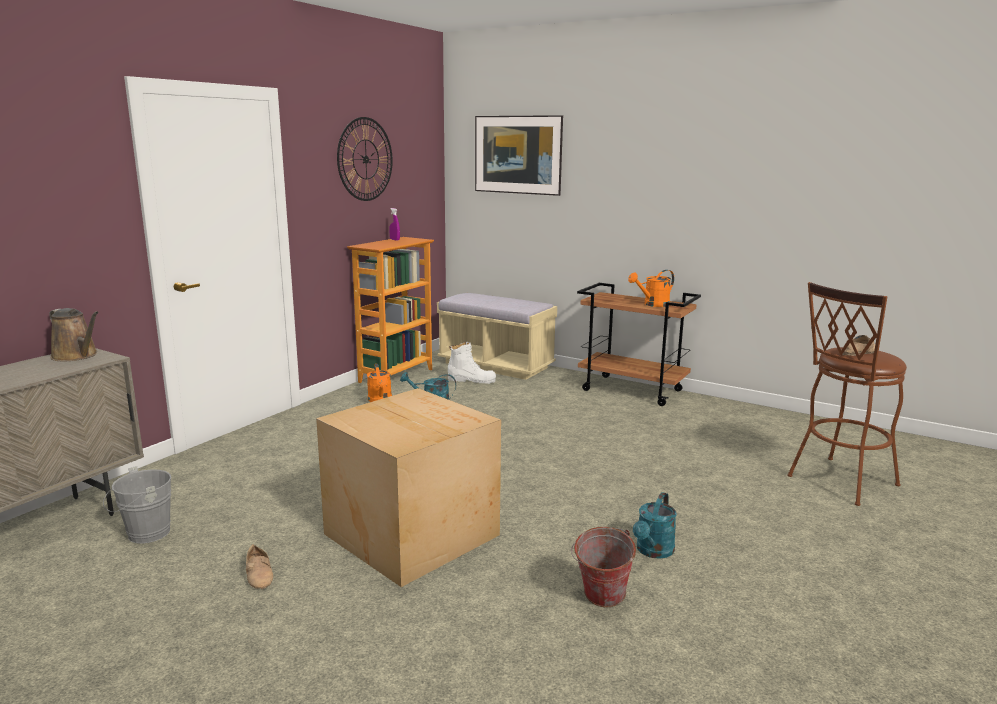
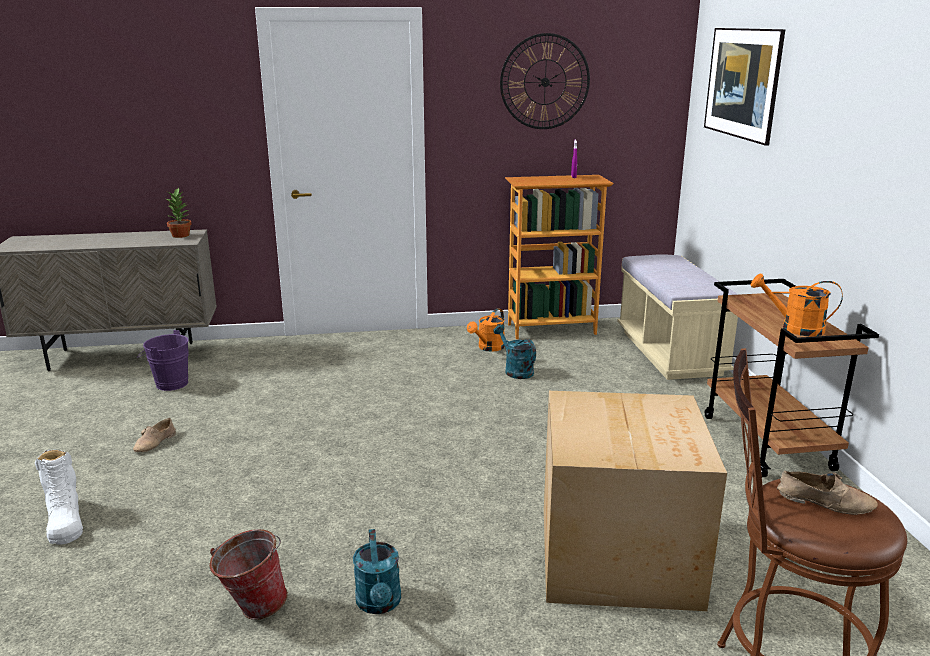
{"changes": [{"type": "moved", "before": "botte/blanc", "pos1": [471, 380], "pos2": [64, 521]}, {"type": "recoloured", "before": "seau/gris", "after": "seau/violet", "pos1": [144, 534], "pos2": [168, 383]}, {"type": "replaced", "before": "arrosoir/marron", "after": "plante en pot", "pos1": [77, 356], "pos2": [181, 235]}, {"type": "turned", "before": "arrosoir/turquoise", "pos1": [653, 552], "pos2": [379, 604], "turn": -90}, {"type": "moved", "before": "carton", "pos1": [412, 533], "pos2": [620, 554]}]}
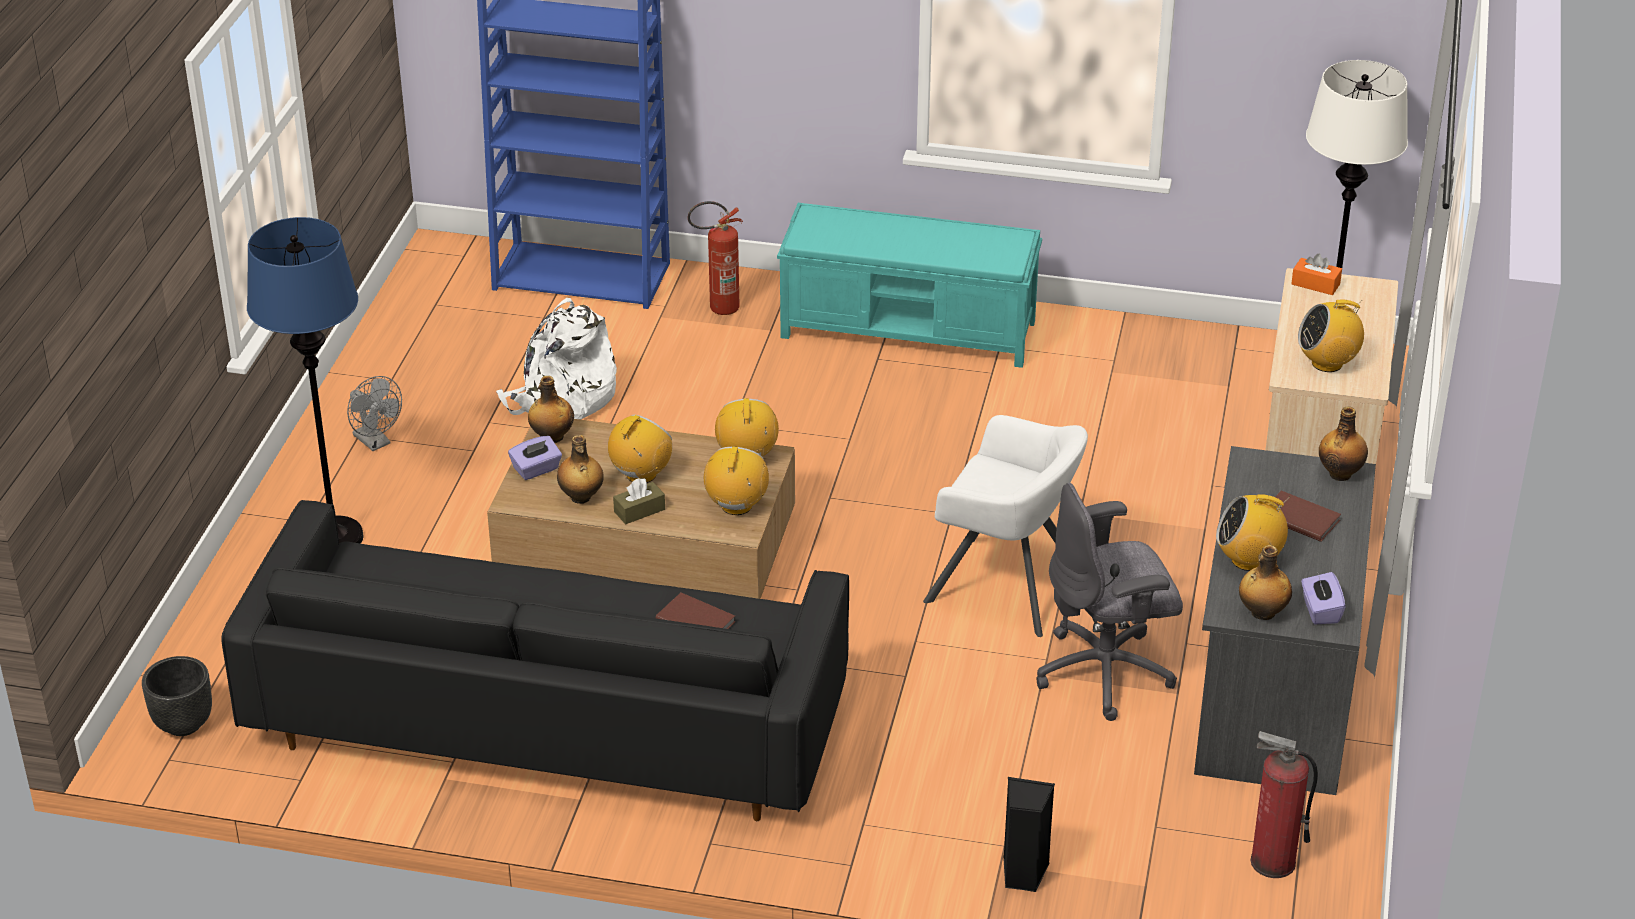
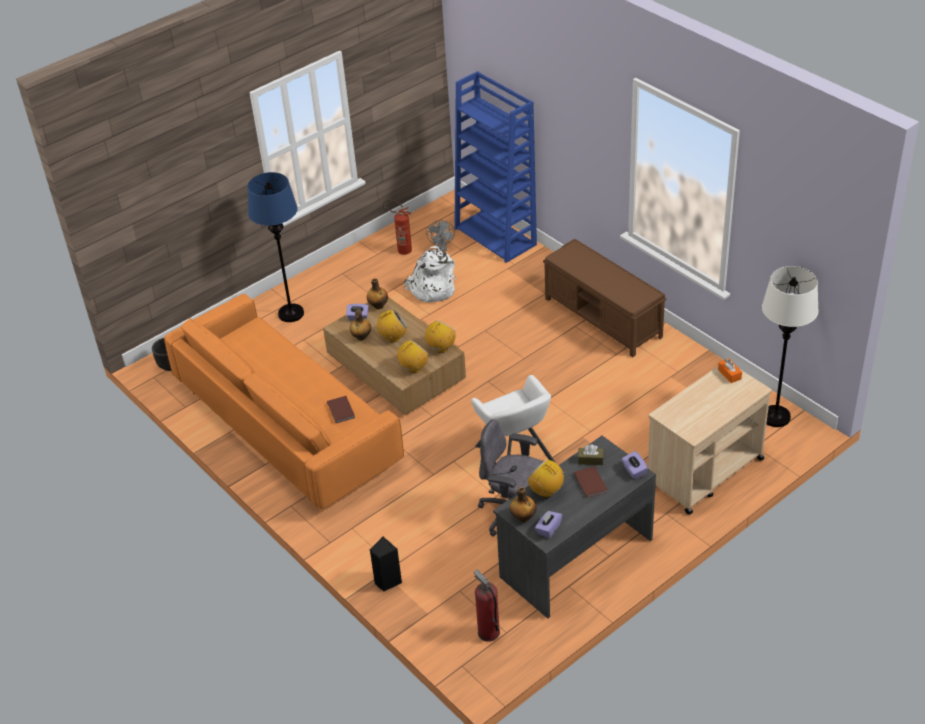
{"changes": [{"type": "recoloured", "before": "canapé/noir", "after": "canapé/orange", "pos1": [548, 720], "pos2": [287, 425]}, {"type": "moved", "before": "extincteur", "pos1": [717, 309], "pos2": [401, 250]}, {"type": "moved", "before": "ventilateur/gris", "pos1": [376, 442], "pos2": [442, 248]}, {"type": "recoloured", "before": "banc/turquoise", "after": "banc/marron", "pos1": [910, 330], "pos2": [603, 318]}, {"type": "moved", "before": "boîte à mouchoirs/marron", "pos1": [639, 510], "pos2": [590, 460]}, {"type": "replaced", "before": "bouteille", "after": "boîte à mouchoirs/violet", "pos1": [1340, 473], "pos2": [634, 471]}, {"type": "removed", "before": "radio", "pos1": [1327, 363]}]}
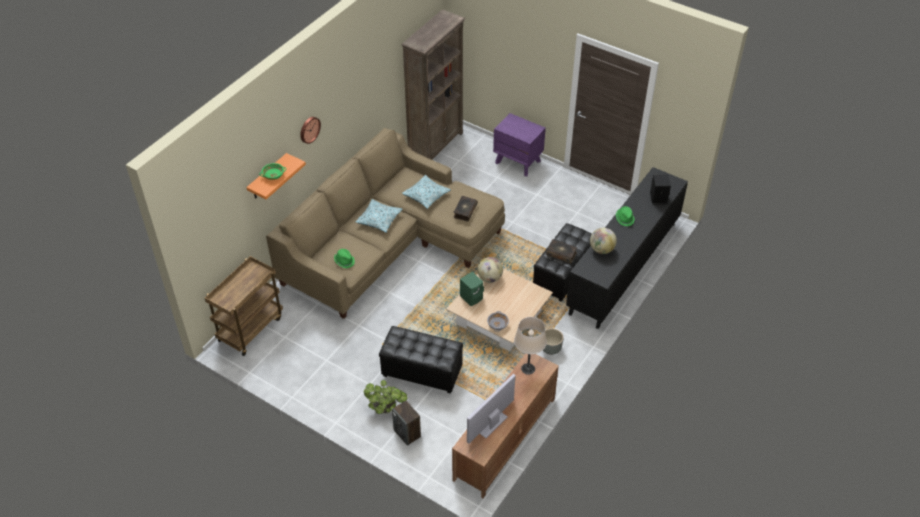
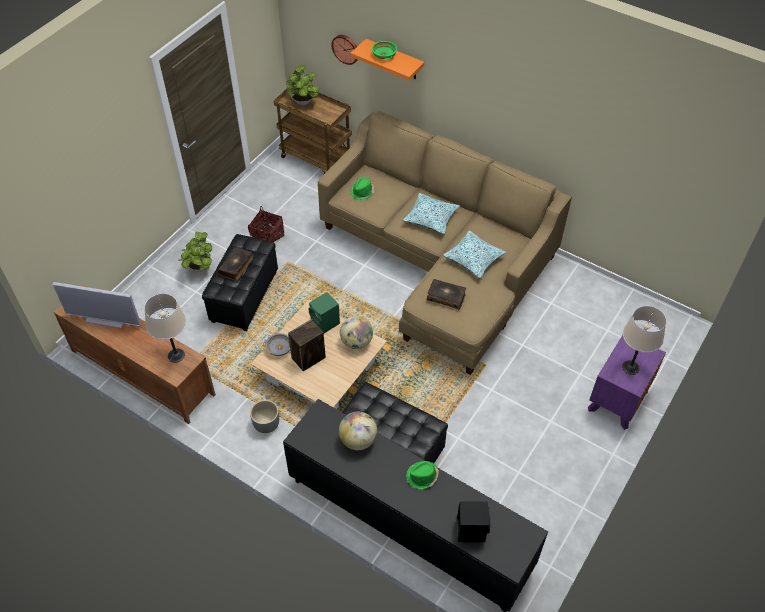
{"changes": [{"type": "turned", "before": "téléviseur", "pos1": [492, 424], "pos2": [105, 319], "turn": 150}, {"type": "moved", "before": "livre", "pos1": [561, 254], "pos2": [236, 267]}, {"type": "added", "after": "panier", "pos2": [267, 236]}, {"type": "added", "after": "plante en pot", "pos2": [303, 102]}, {"type": "moved", "before": "enceinte", "pos1": [407, 433], "pos2": [308, 358]}, {"type": "moved", "before": "horloge murale", "pos1": [309, 129], "pos2": [346, 48]}, {"type": "added", "after": "lampe de table/beige", "pos2": [630, 367]}, {"type": "removed", "before": "bibliothèque/marron", "pos1": [436, 145]}]}
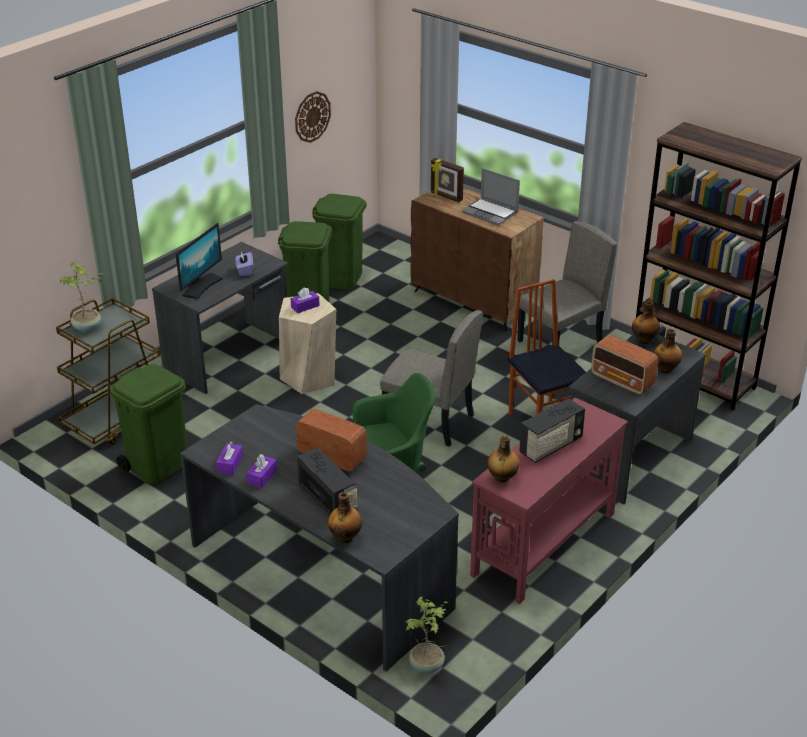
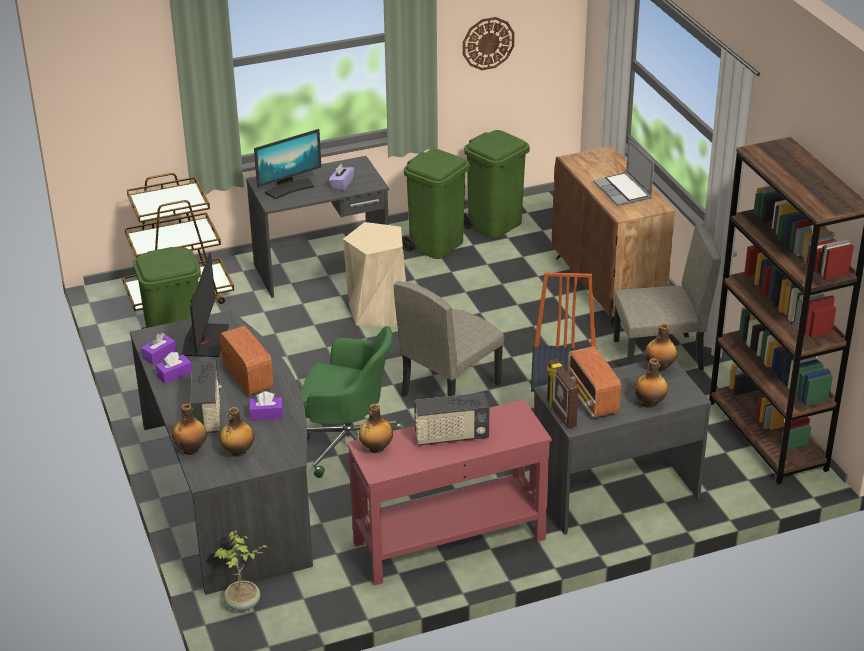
{"changes": [{"type": "added", "after": "écran d'ordinateur", "pos2": [204, 341]}, {"type": "added", "after": "bouteille", "pos2": [238, 452]}, {"type": "moved", "before": "boîte à mouchoirs/violet", "pos1": [305, 306], "pos2": [266, 414]}, {"type": "turned", "before": "chaise/beige", "pos1": [428, 421], "pos2": [450, 389], "turn": 75}, {"type": "moved", "before": "cadre photo", "pos1": [446, 197], "pos2": [560, 414]}, {"type": "removed", "before": "plante en pot", "pos1": [87, 328]}]}
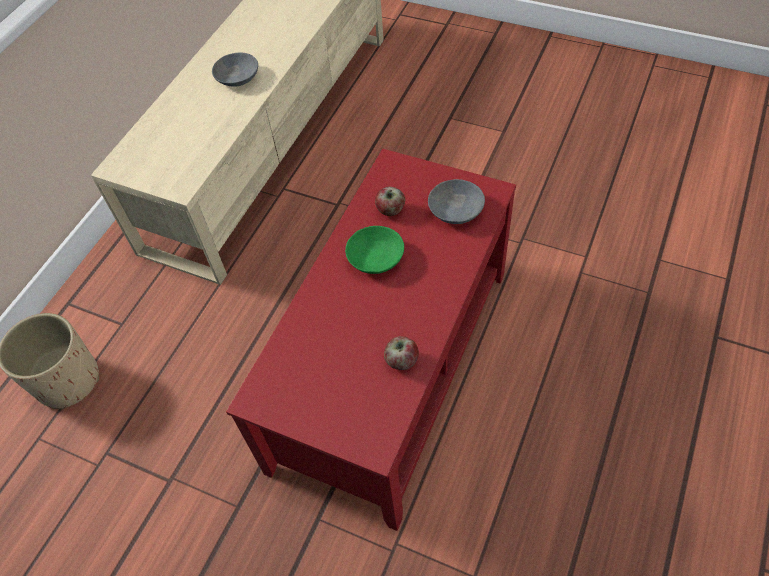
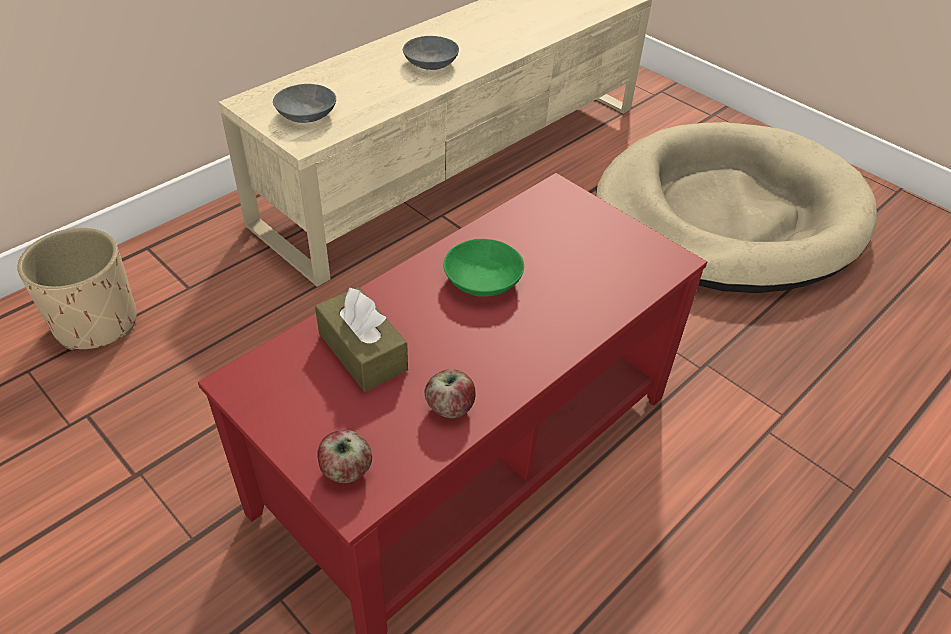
{"changes": [{"type": "moved", "before": "bol/gris", "pos1": [456, 209], "pos2": [307, 114]}, {"type": "added", "after": "boîte à mouchoirs/marron", "pos2": [362, 351]}, {"type": "moved", "before": "pomme", "pos1": [390, 210], "pos2": [346, 471]}, {"type": "added", "after": "panier pour chien/beige", "pos2": [728, 215]}]}
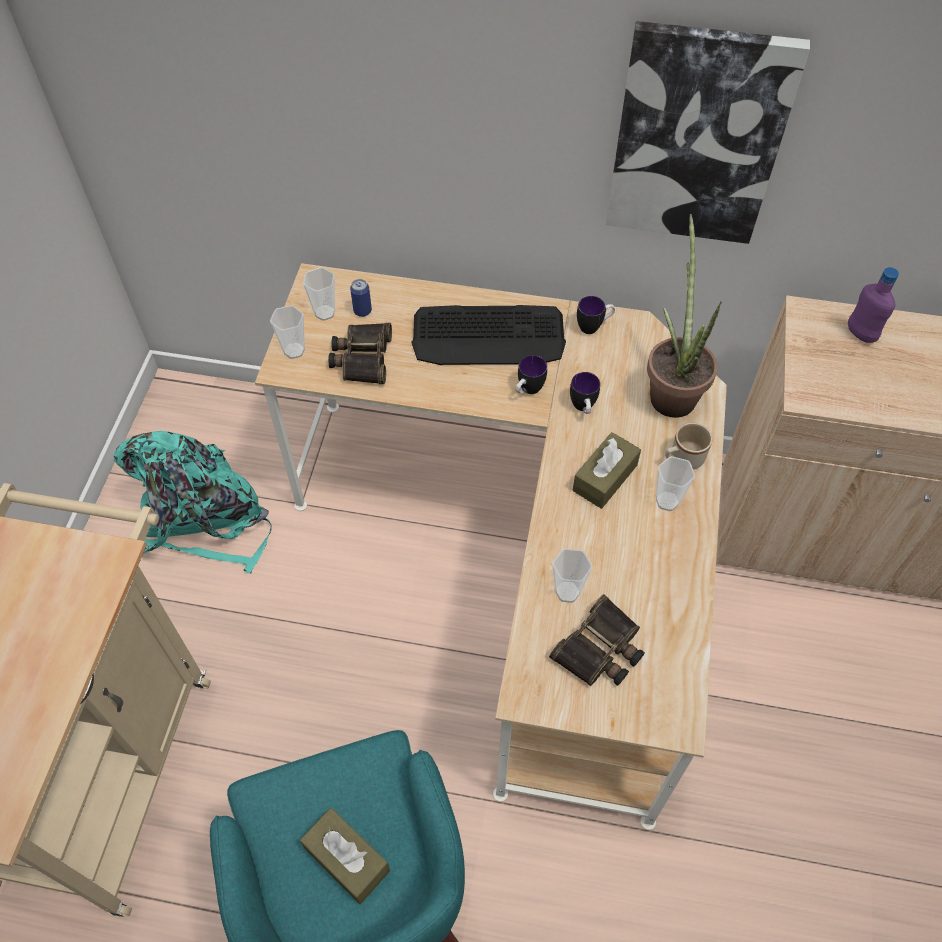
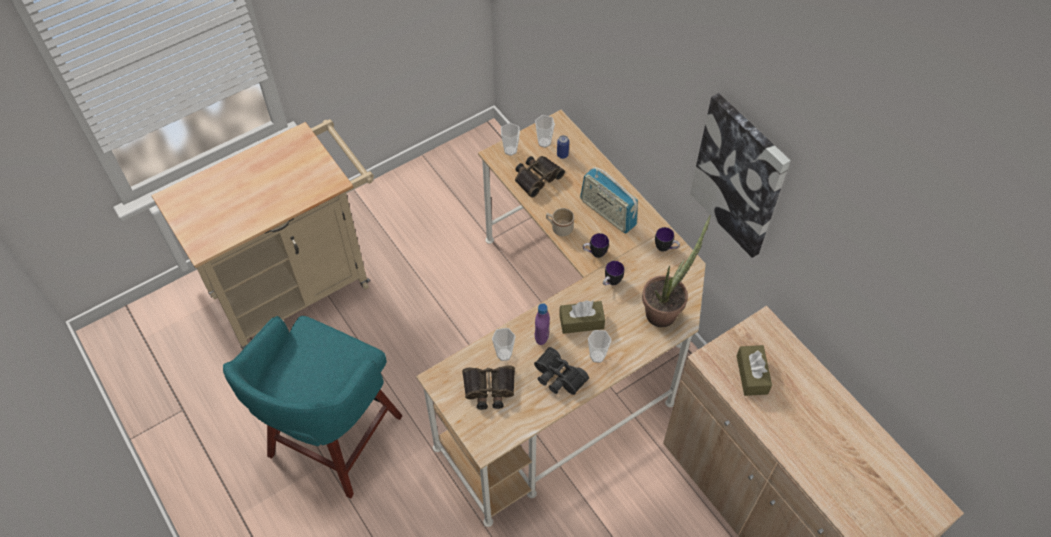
{"changes": [{"type": "added", "after": "jumelles/noir", "pos2": [557, 378]}, {"type": "moved", "before": "bouteille/violet", "pos1": [860, 334], "pos2": [541, 337]}, {"type": "moved", "before": "mug/beige", "pos1": [682, 459], "pos2": [559, 228]}, {"type": "replaced", "before": "clavier", "after": "radio", "pos1": [489, 336], "pos2": [607, 213]}, {"type": "moved", "before": "boîte à mouchoirs/marron", "pos1": [347, 859], "pos2": [752, 375]}, {"type": "removed", "before": "sac à dos/turquoise", "pos1": [203, 518]}]}
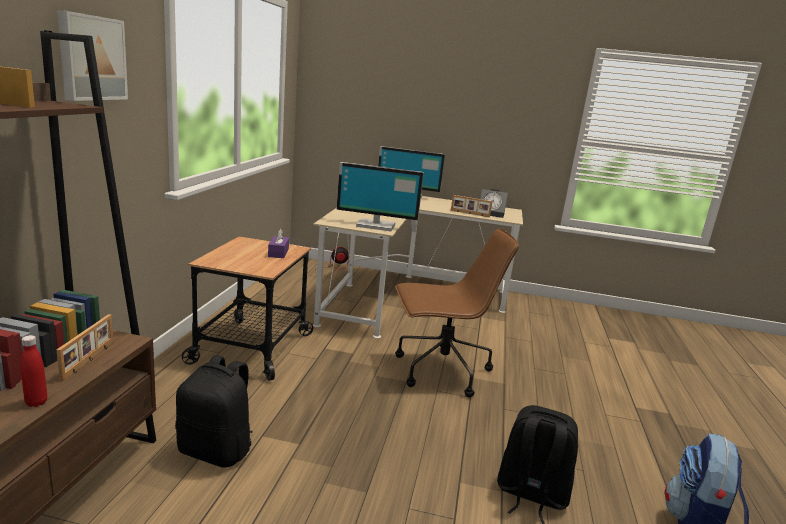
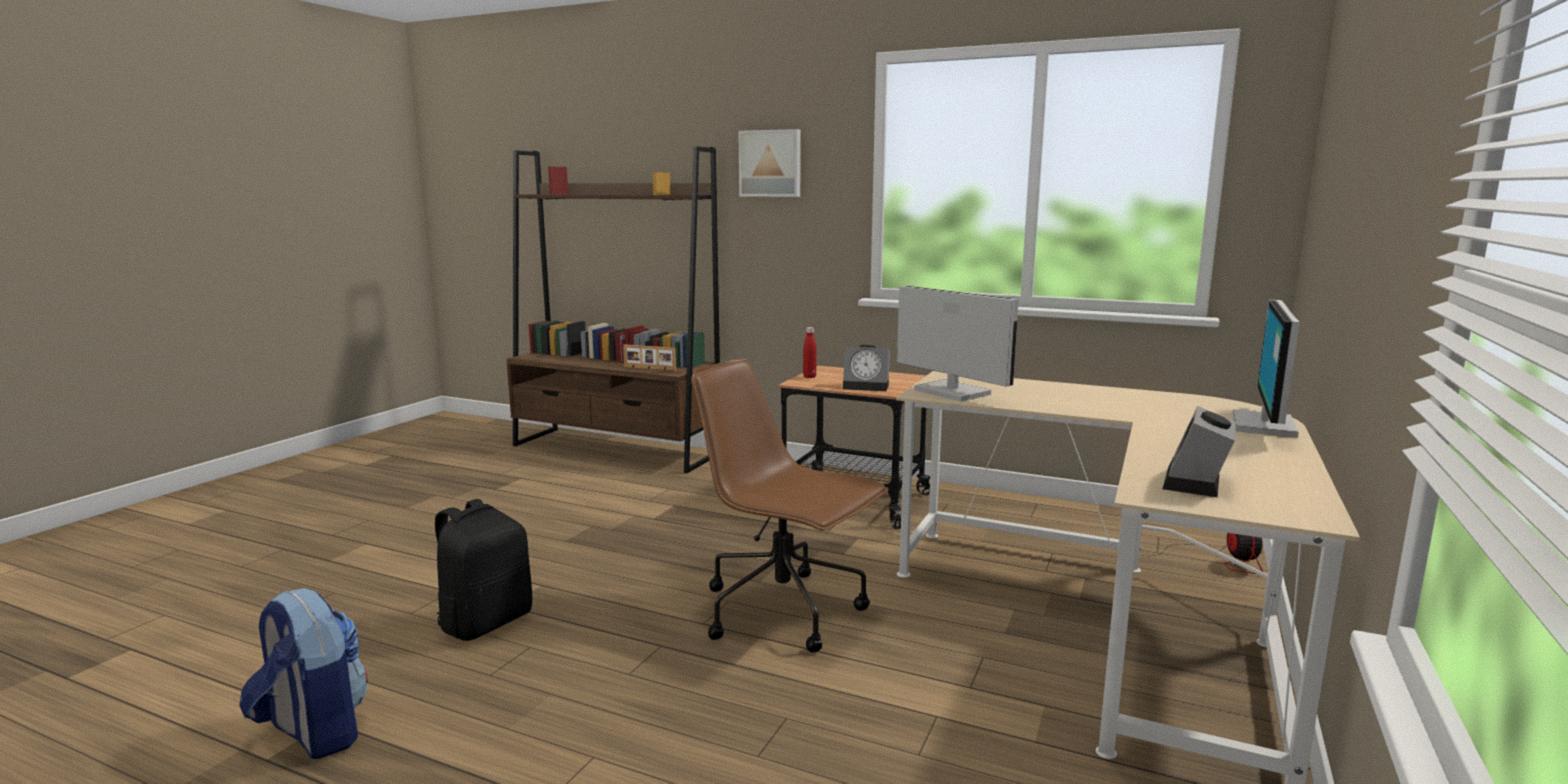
{"changes": [{"type": "turned", "before": "chaise de bureau/marron", "pos1": [440, 371], "pos2": [785, 611], "turn": 120}, {"type": "moved", "before": "bouteille/rouge", "pos1": [36, 402], "pos2": [809, 377]}, {"type": "replaced", "before": "boîte à mouchoirs/violet", "after": "réveil", "pos1": [278, 253], "pos2": [867, 386]}, {"type": "turned", "before": "écran d'ordinateur", "pos1": [376, 225], "pos2": [950, 393], "turn": 120}, {"type": "removed", "before": "sac à dos/noir", "pos1": [217, 451]}, {"type": "removed", "before": "cadre photo", "pos1": [469, 213]}]}
